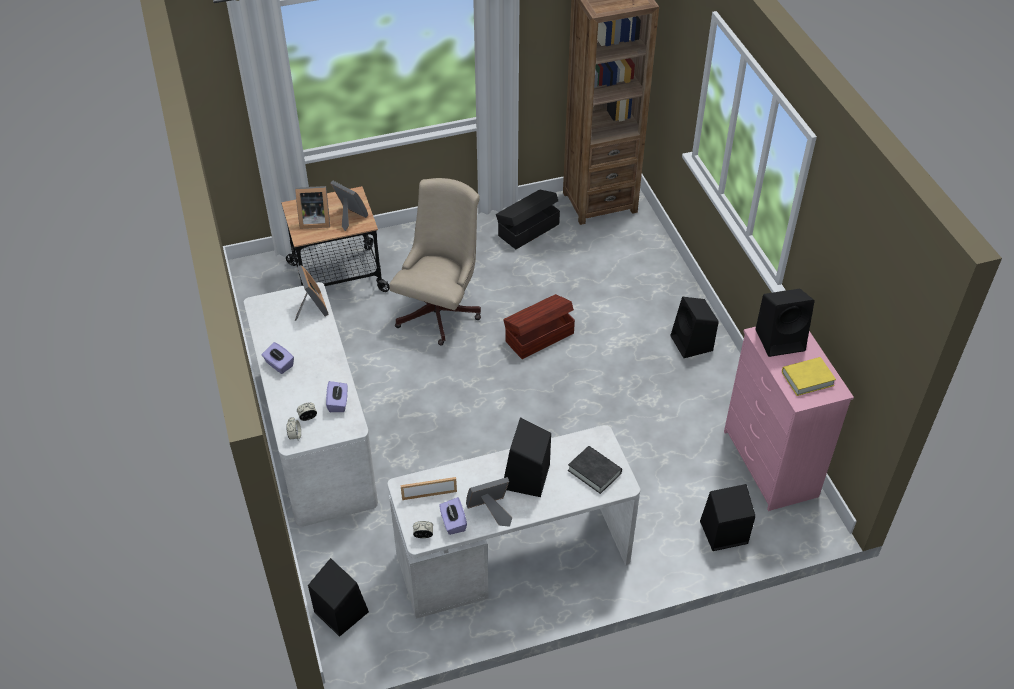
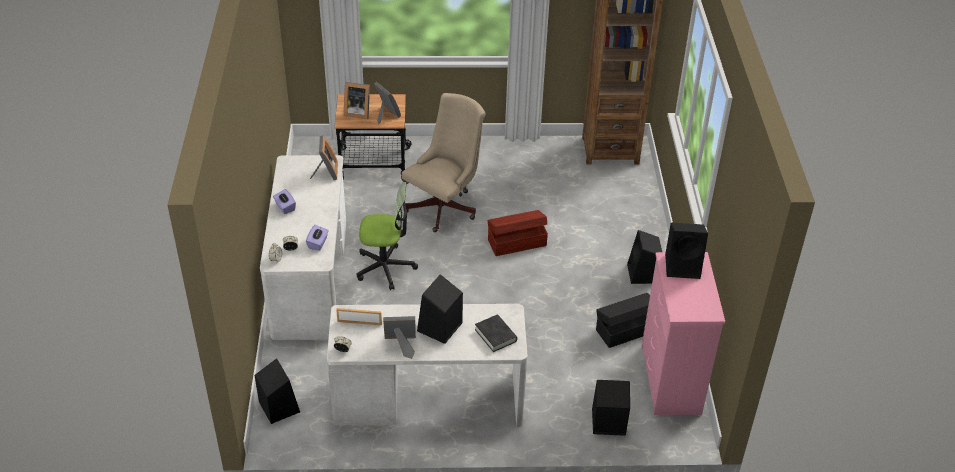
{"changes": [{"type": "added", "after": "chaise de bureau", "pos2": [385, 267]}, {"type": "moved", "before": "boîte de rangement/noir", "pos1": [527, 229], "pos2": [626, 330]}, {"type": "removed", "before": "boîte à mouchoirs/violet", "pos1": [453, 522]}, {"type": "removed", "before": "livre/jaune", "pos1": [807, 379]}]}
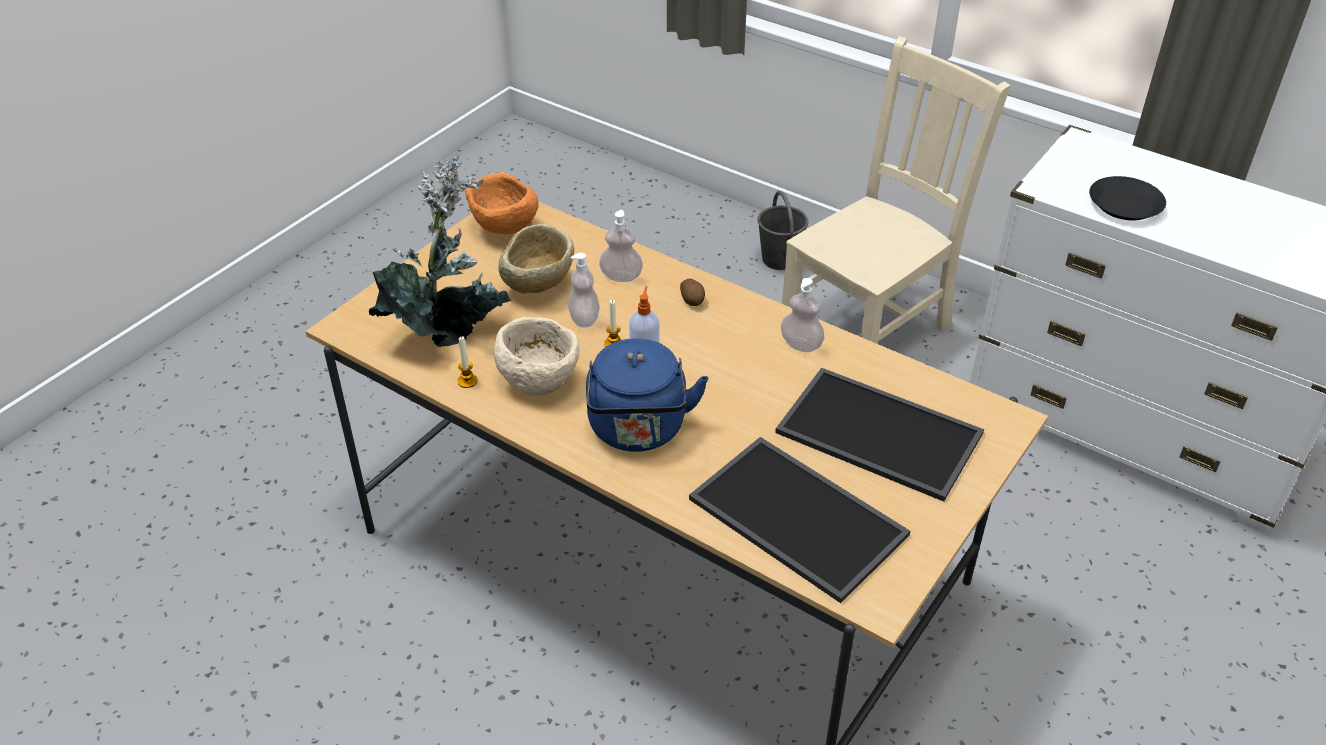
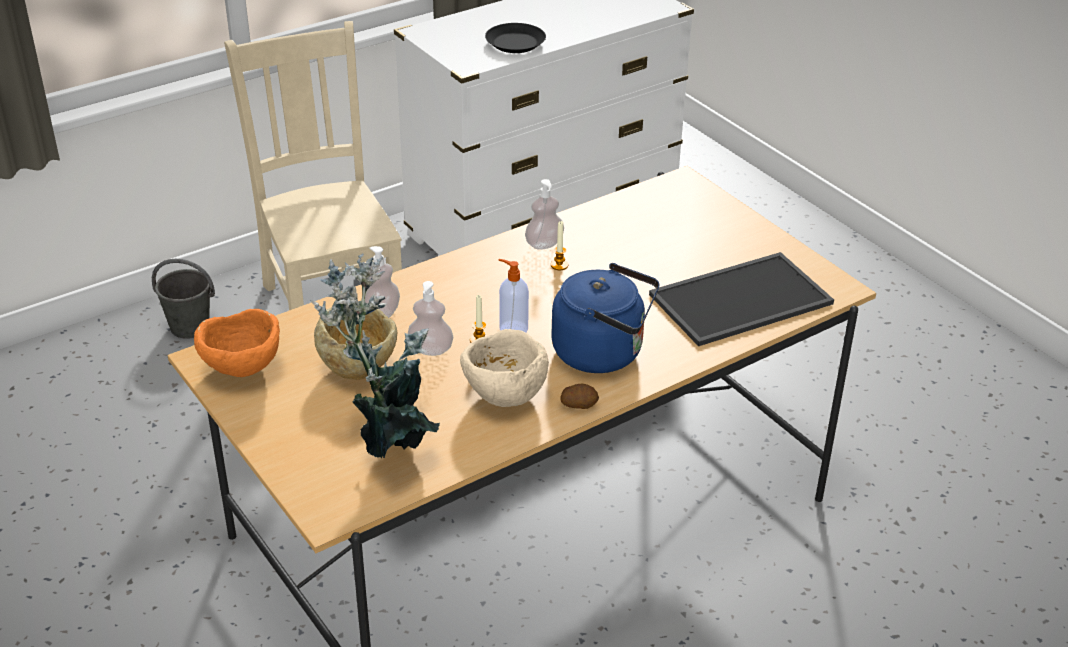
{"changes": [{"type": "moved", "before": "bougie", "pos1": [467, 381], "pos2": [559, 265]}, {"type": "moved", "before": "pomme de terre", "pos1": [692, 300], "pos2": [579, 404]}, {"type": "removed", "before": "plateau", "pos1": [876, 434]}]}
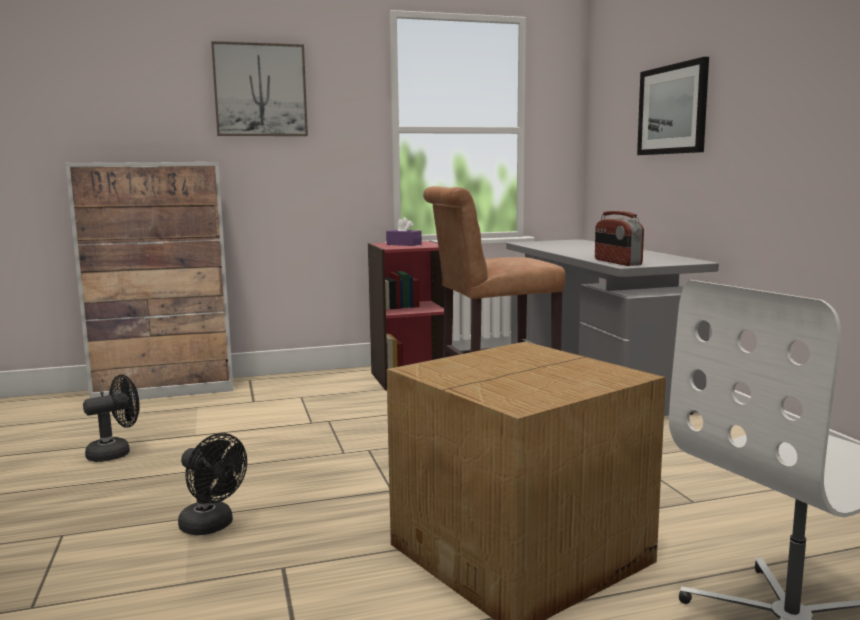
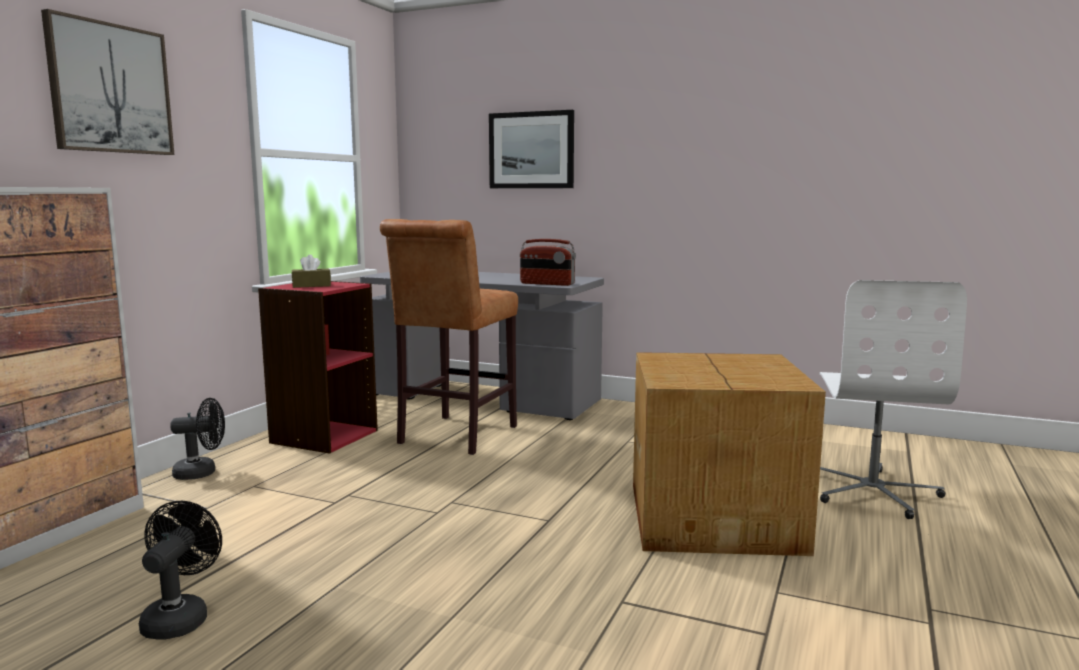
{"changes": [{"type": "moved", "before": "ventilateur/noir", "pos1": [212, 526], "pos2": [202, 473]}, {"type": "recoloured", "before": "boîte à mouchoirs/violet", "after": "boîte à mouchoirs/marron", "pos1": [404, 244], "pos2": [311, 285]}]}
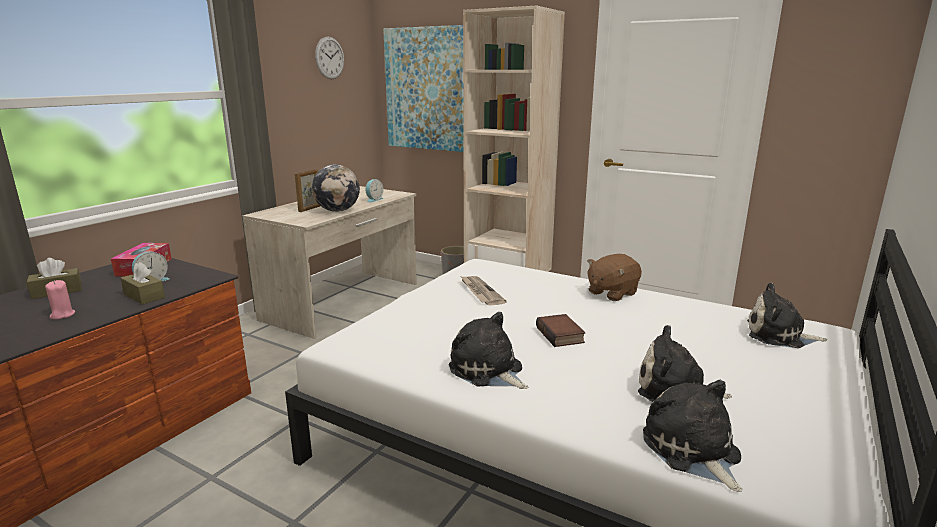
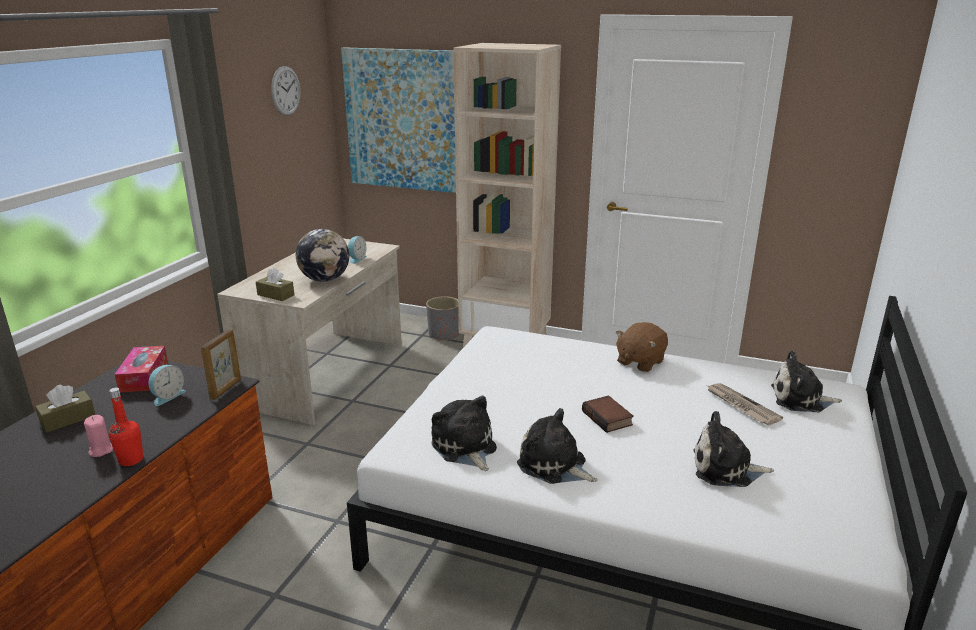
{"changes": [{"type": "added", "after": "bouteille/rouge", "pos2": [131, 460]}, {"type": "moved", "before": "cadre photo", "pos1": [310, 209], "pos2": [226, 389]}, {"type": "moved", "before": "boîte à mouchoirs/marron", "pos1": [144, 296], "pos2": [275, 295]}, {"type": "moved", "before": "peluche", "pos1": [692, 451], "pos2": [465, 448]}, {"type": "moved", "before": "journal", "pos1": [480, 292], "pos2": [741, 405]}]}
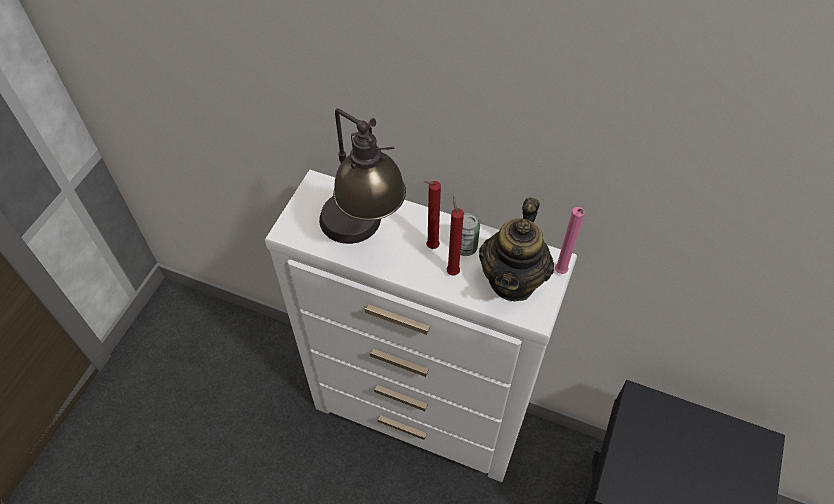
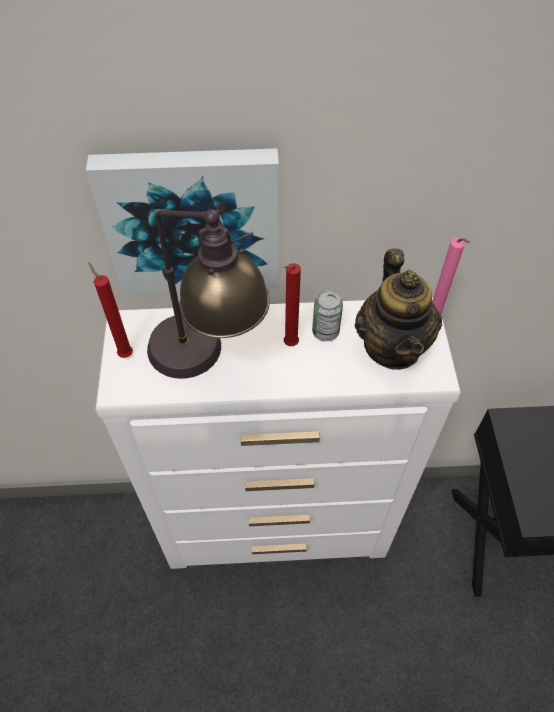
{"changes": [{"type": "added", "after": "tableau", "pos2": [193, 220]}, {"type": "moved", "before": "bougie/rouge", "pos1": [452, 271], "pos2": [124, 353]}]}
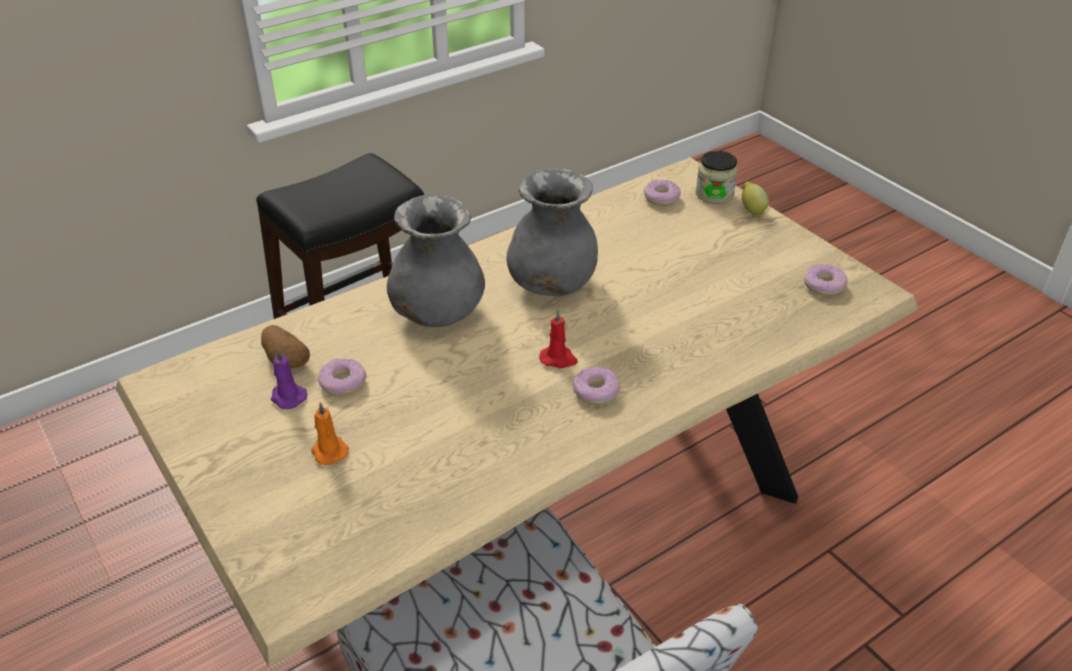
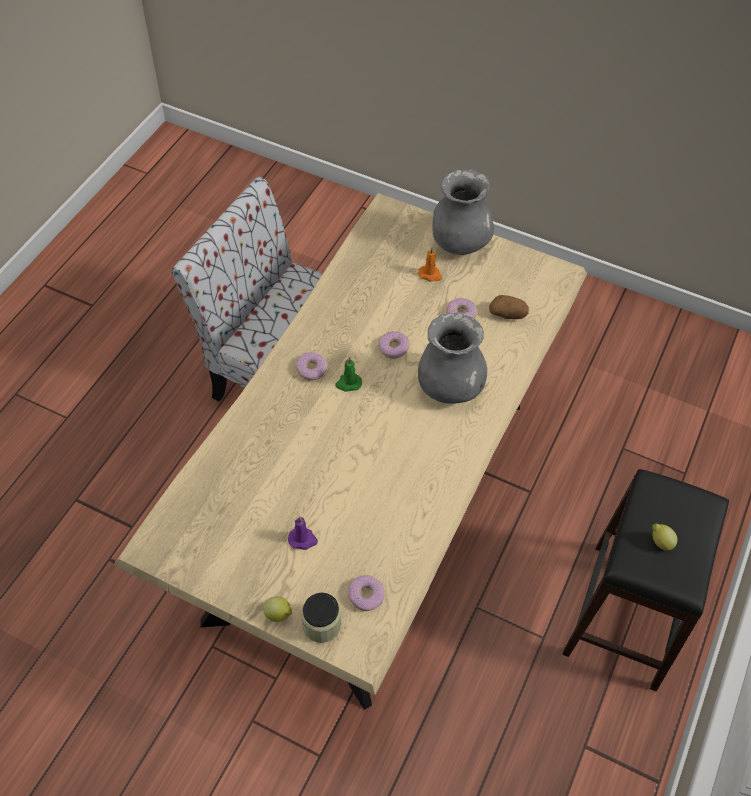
{"changes": [{"type": "moved", "before": "bougie/violet", "pos1": [287, 397], "pos2": [303, 539]}, {"type": "recoloured", "before": "bougie/rouge", "after": "bougie/vert", "pos1": [559, 359], "pos2": [348, 383]}, {"type": "moved", "before": "beignet", "pos1": [824, 286], "pos2": [393, 348]}, {"type": "moved", "before": "vase/gris", "pos1": [552, 284], "pos2": [459, 242]}, {"type": "added", "after": "citron", "pos2": [660, 542]}]}
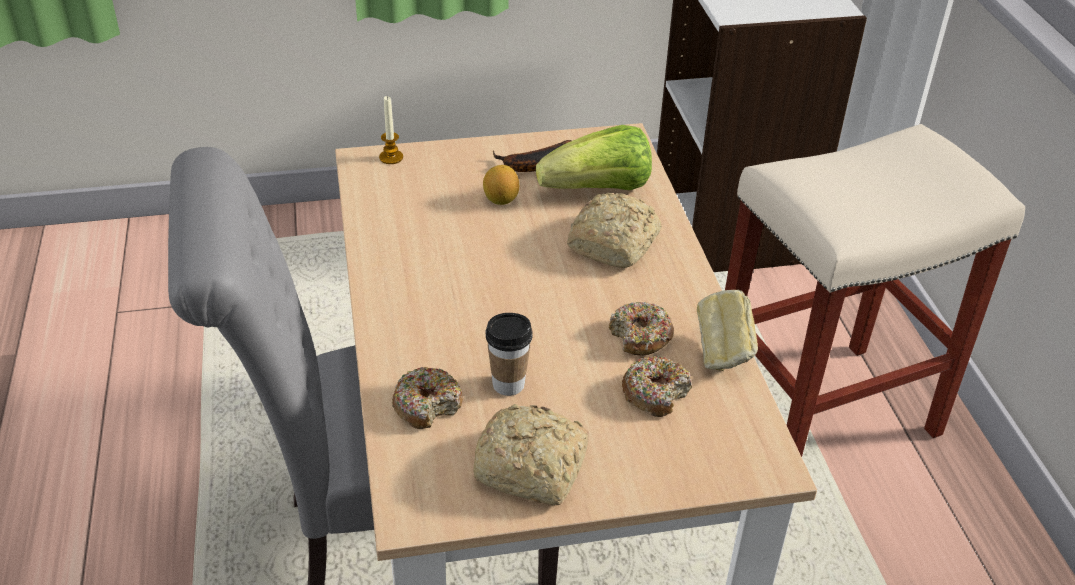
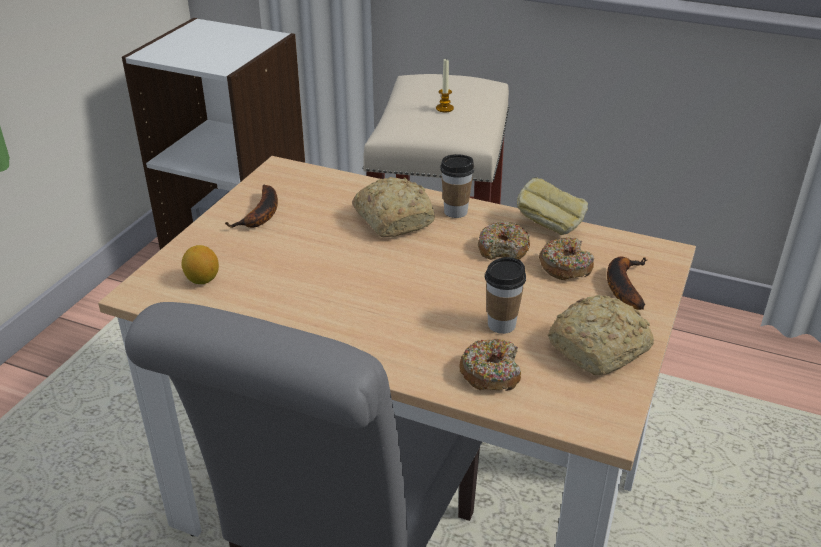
{"changes": [{"type": "moved", "before": "citron", "pos1": [501, 200], "pos2": [202, 280]}, {"type": "moved", "before": "bougie", "pos1": [391, 157], "pos2": [444, 108]}, {"type": "added", "after": "tasse", "pos2": [455, 212]}, {"type": "added", "after": "banane", "pos2": [622, 285]}, {"type": "removed", "before": "laitue", "pos1": [599, 190]}]}
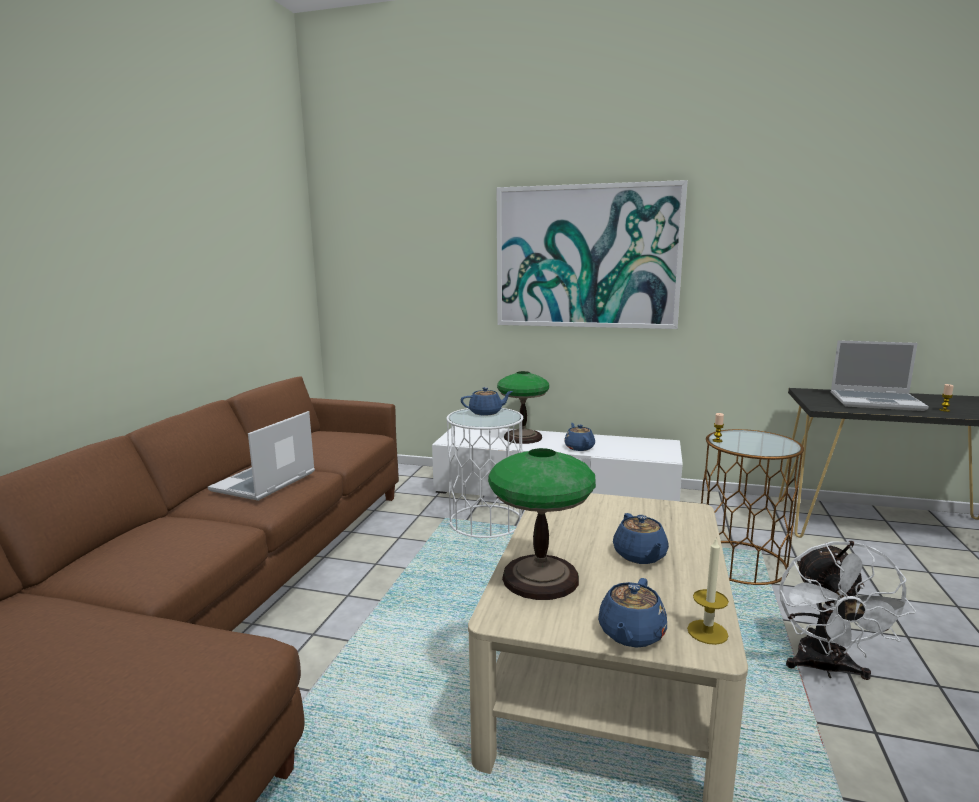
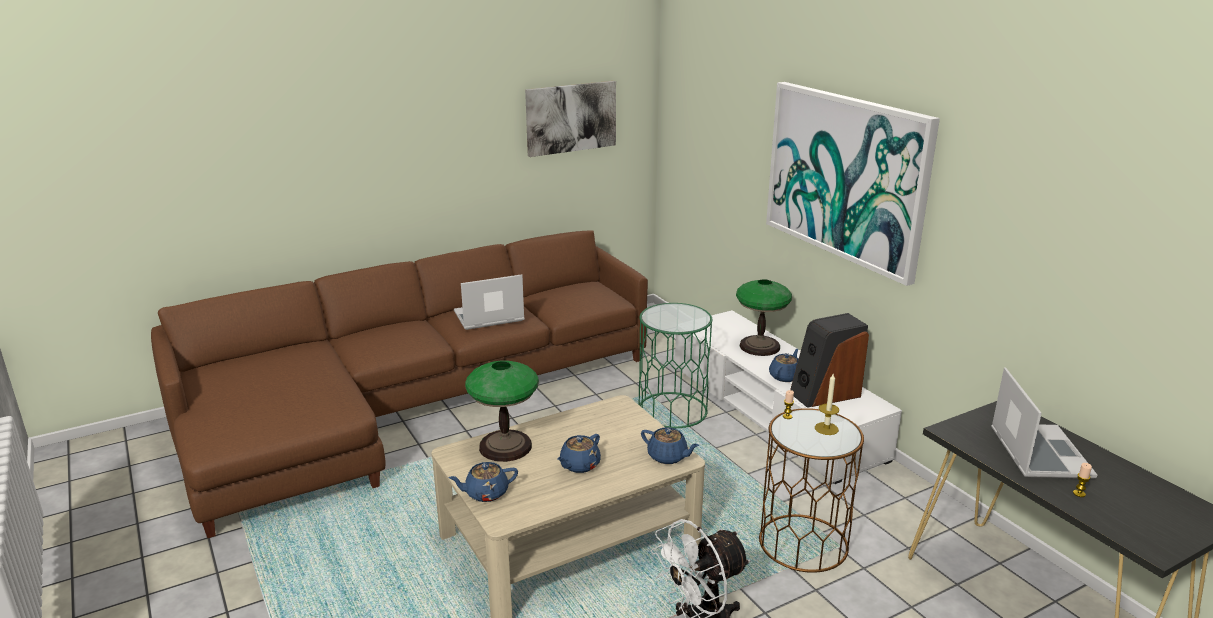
{"changes": [{"type": "added", "after": "tableau", "pos2": [570, 117]}, {"type": "recoloured", "before": "table d'appoint/blanc", "after": "table d'appoint/vert", "pos1": [486, 521], "pos2": [672, 410]}, {"type": "moved", "before": "théière/bleu", "pos1": [486, 412], "pos2": [668, 457]}, {"type": "added", "after": "enceinte", "pos2": [824, 394]}, {"type": "moved", "before": "bougie", "pos1": [707, 632], "pos2": [826, 428]}, {"type": "turned", "before": "ordinateur portable", "pos1": [876, 402], "pos2": [1037, 452], "turn": -150}]}
